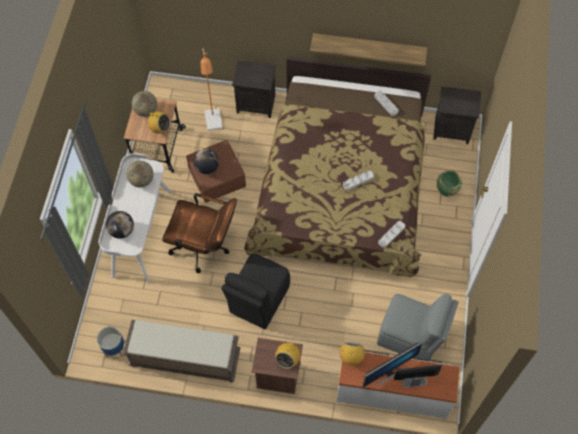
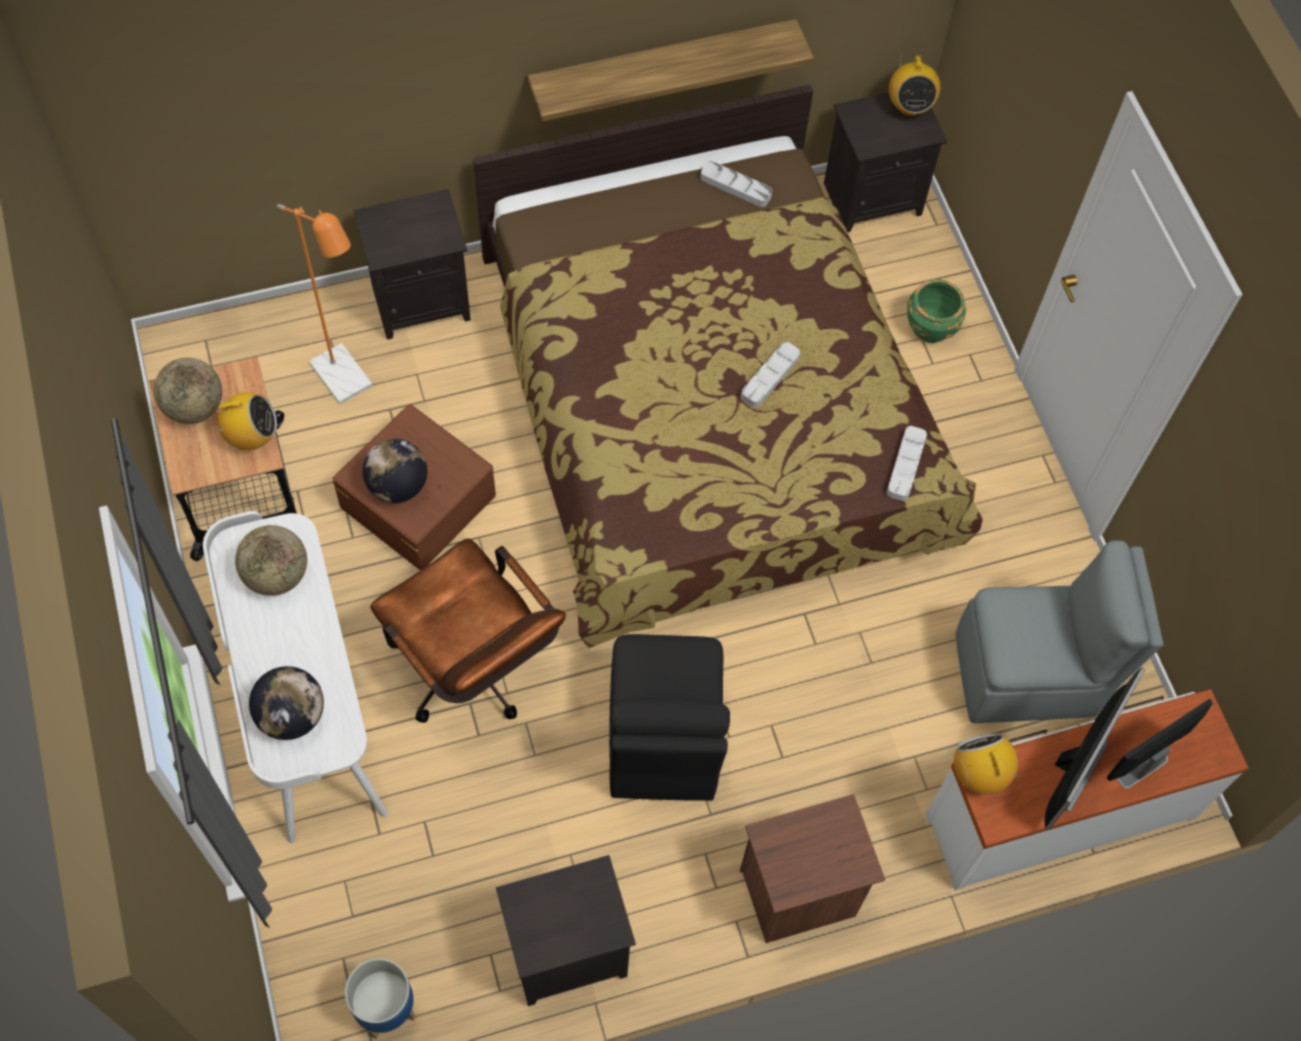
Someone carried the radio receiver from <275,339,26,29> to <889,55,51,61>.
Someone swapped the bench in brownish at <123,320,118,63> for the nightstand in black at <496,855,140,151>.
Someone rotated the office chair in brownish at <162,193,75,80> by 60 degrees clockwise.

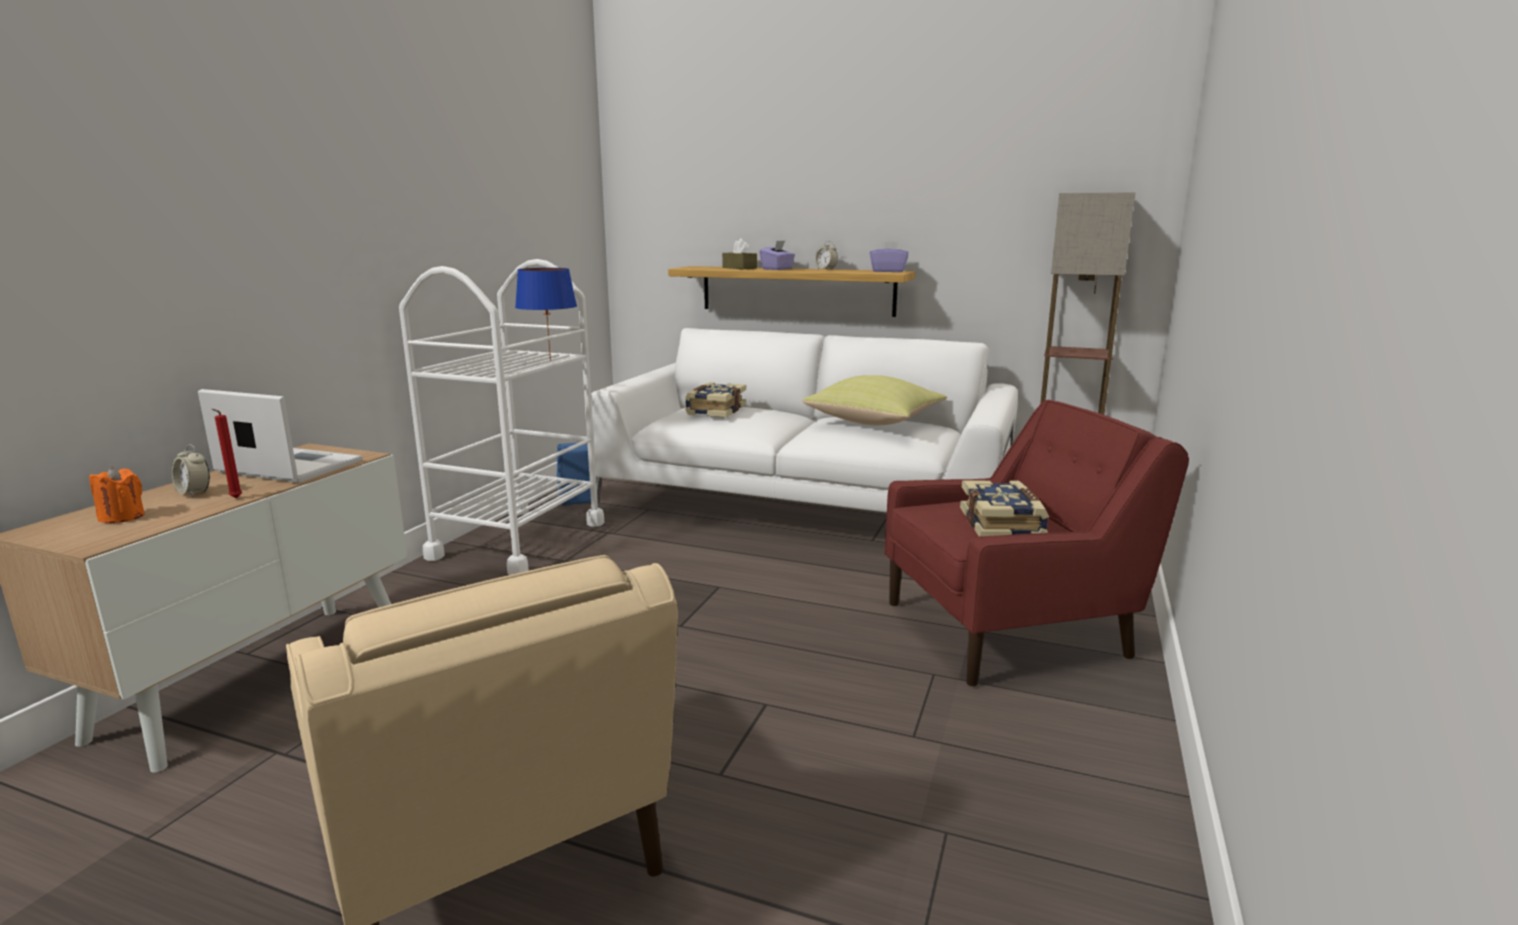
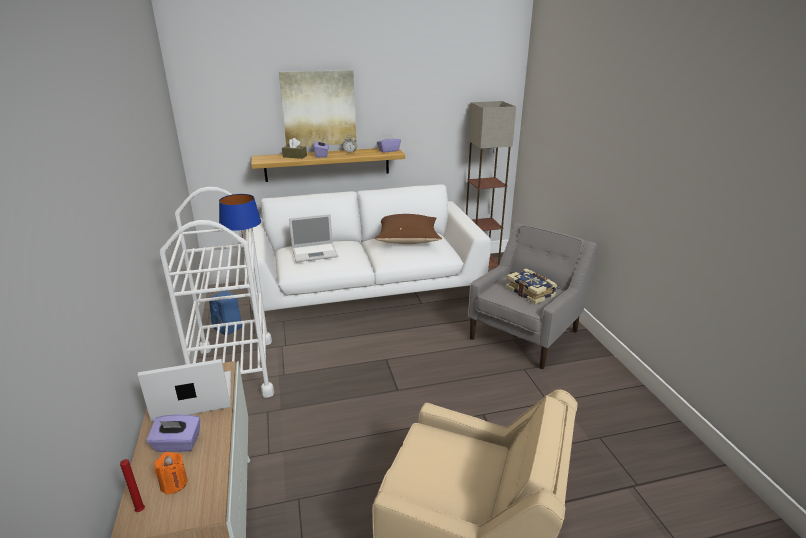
Someone put up the wall art at <279,70,77,77>.
Someone carried the wax light in red from <212,409,30,89> to <120,459,25,53>.
Someone swapped the bedside clock at <172,444,38,53> for the tissue holder in purple at <146,414,54,38>.
Someone swapped the bound book at <685,382,61,36> for the portable computer at <289,214,49,48>.
Someone repainted the cushion in yellow at <803,375,144,50>, which became the cushion in brownish at <375,214,67,30>.
Someone repainted the armchair in red at <884,400,305,286>, which became the armchair in grey at <468,223,130,146>.

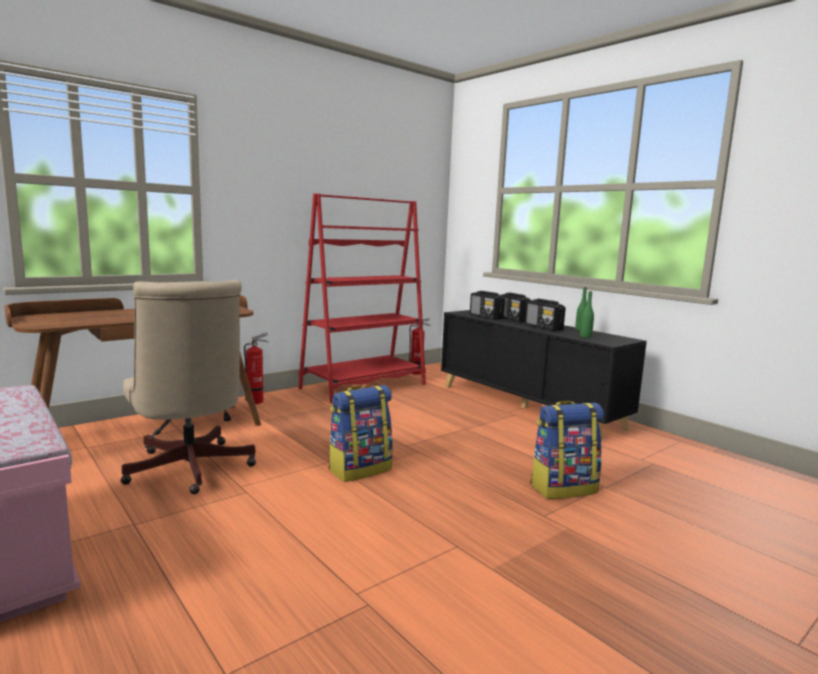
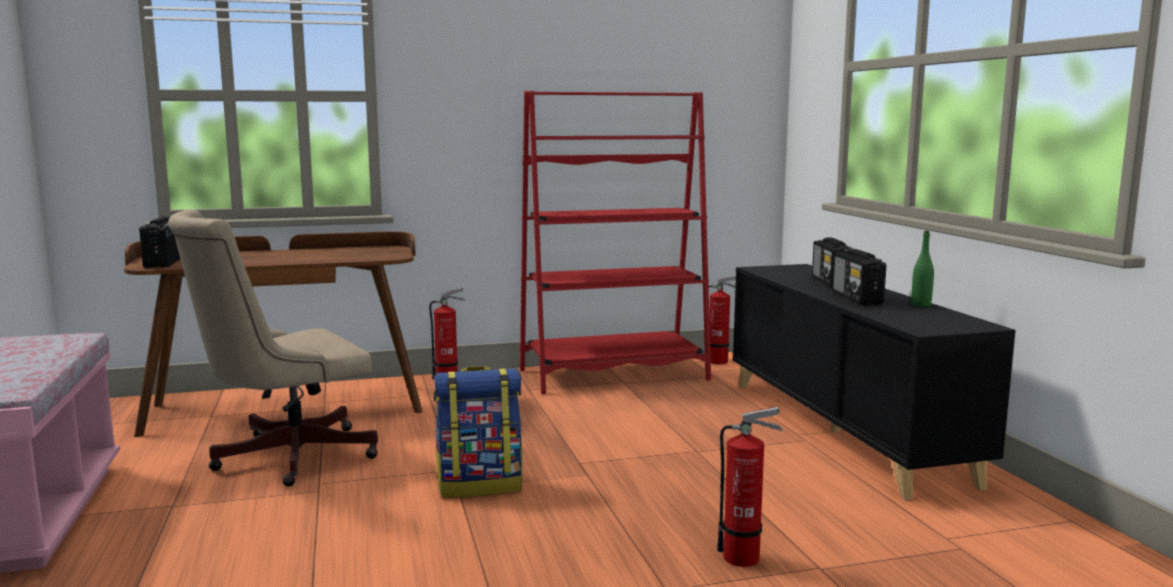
Someone took away the beverage bottle in greenish at <580,291,14,47>.
Someone carried the radio receiver from <470,291,35,29> to <139,216,41,52>.
Someone swapped the rucksack at <530,401,74,98> for the extinguisher at <717,407,66,160>.
Someone rotated the office chair in beige-coloured at <120,280,136,214> by 60 degrees clockwise.

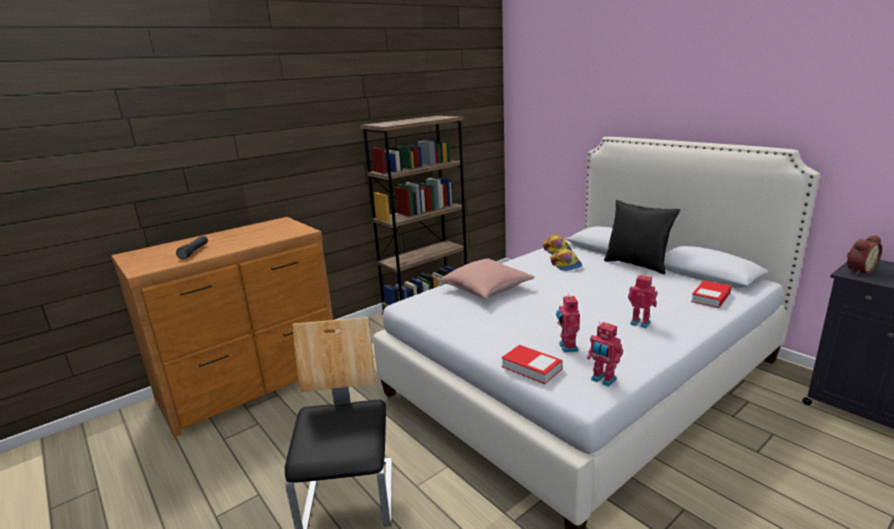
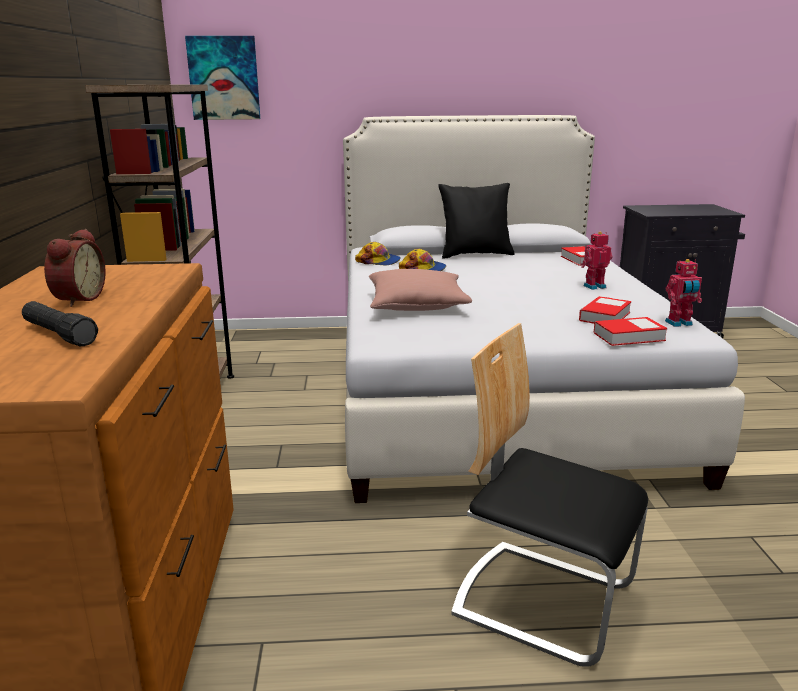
Someone put up the wall art at <185,36,75,84>.
Someone carried the bedside clock from <847,235,35,40> to <44,229,62,78>.
Someone swapped the toy robot at <556,294,24,58> for the bound book at <579,296,53,28>.

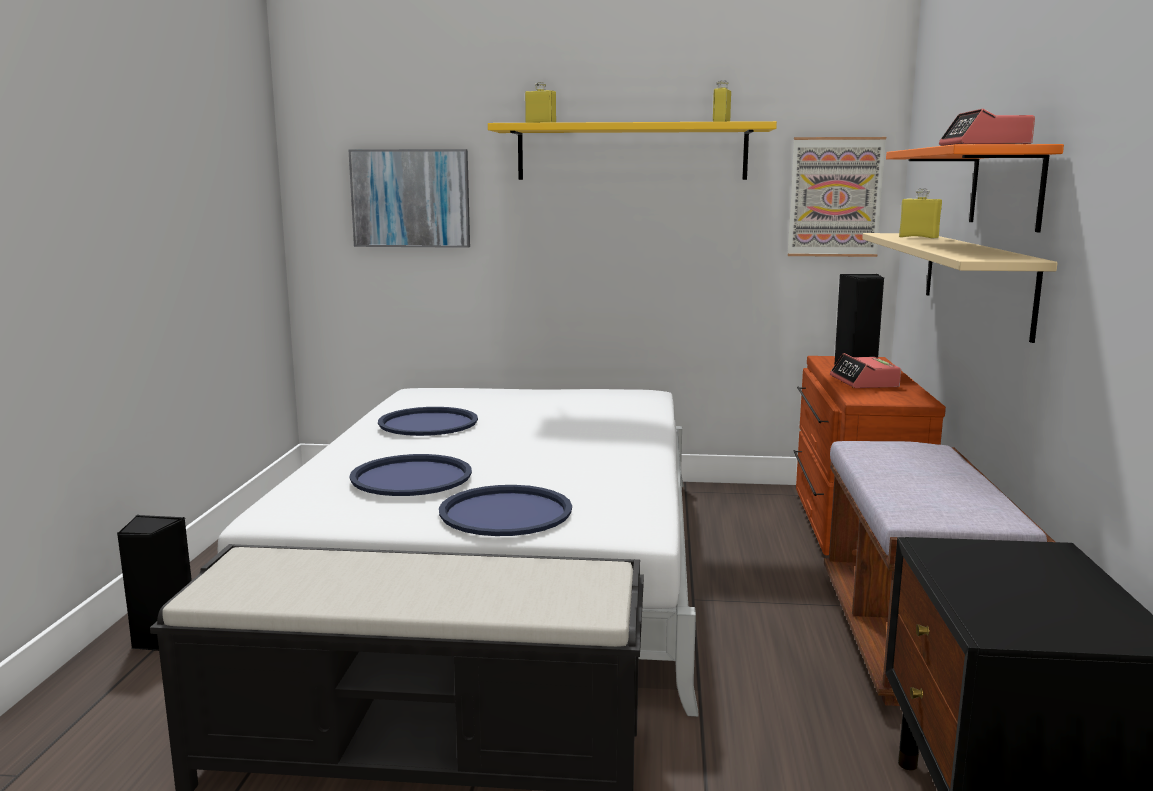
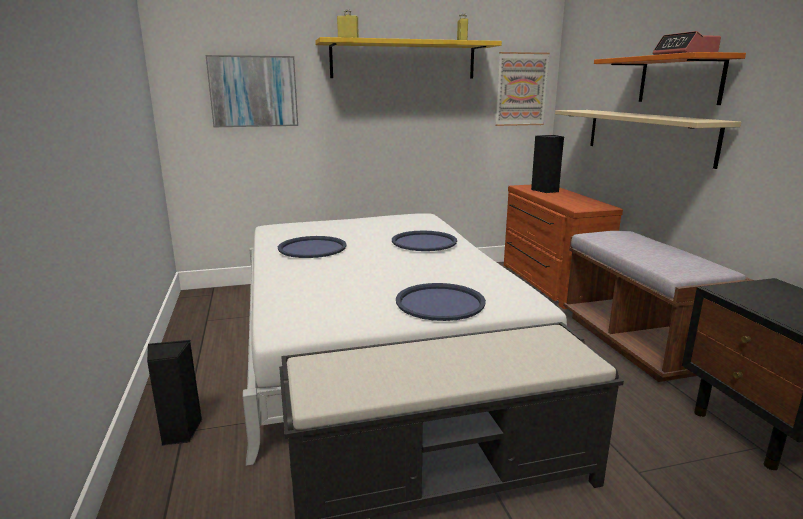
Someone took away the bedside clock at <830,353,71,35>.
Someone took away the beverage bottle in yellow at <899,188,43,51>.
Someone carried the serving tray in blue-coloured from <349,454,123,42> to <392,231,65,20>.

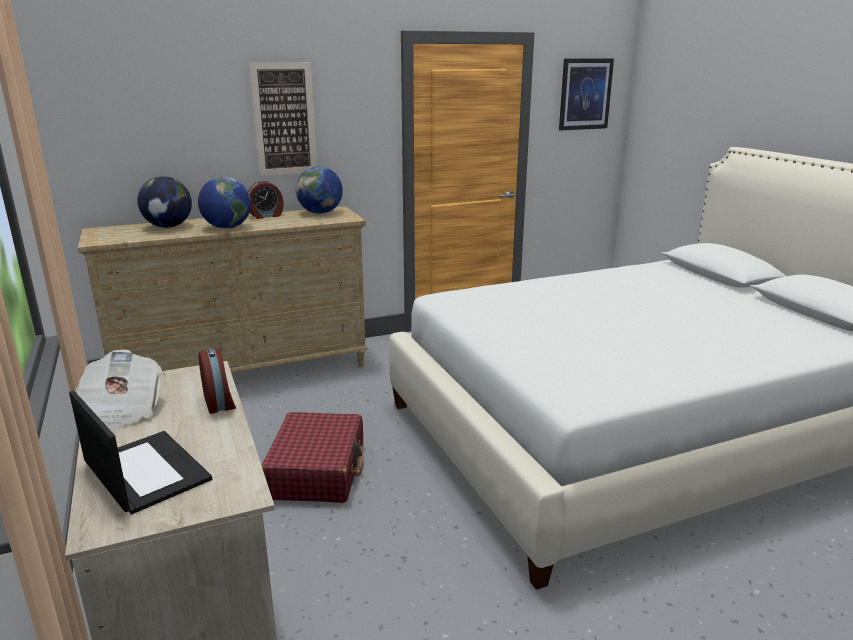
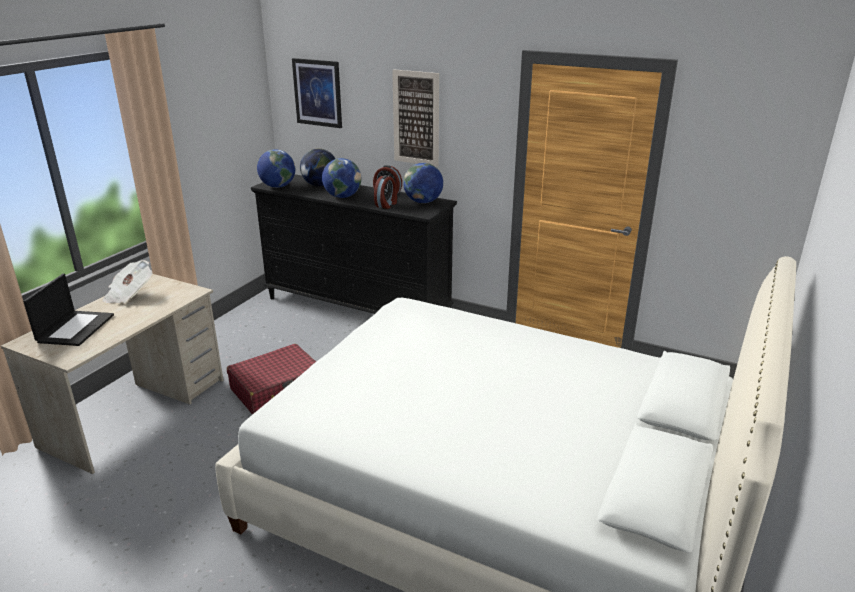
Someone put down the desk globe at <257,149,38,39>.
Someone carried the bedside clock from <198,348,38,66> to <374,175,23,34>.
Someone carried the wall art from <559,59,55,72> to <292,58,50,70>.
Someone repainted the drawer chest in beige-coloured at <78,206,290,166>, which became the drawer chest in black at <251,174,206,140>.

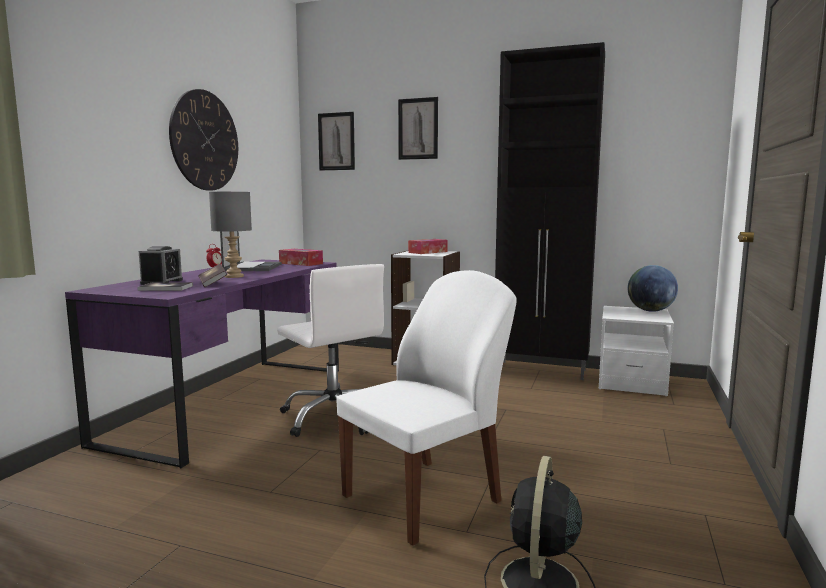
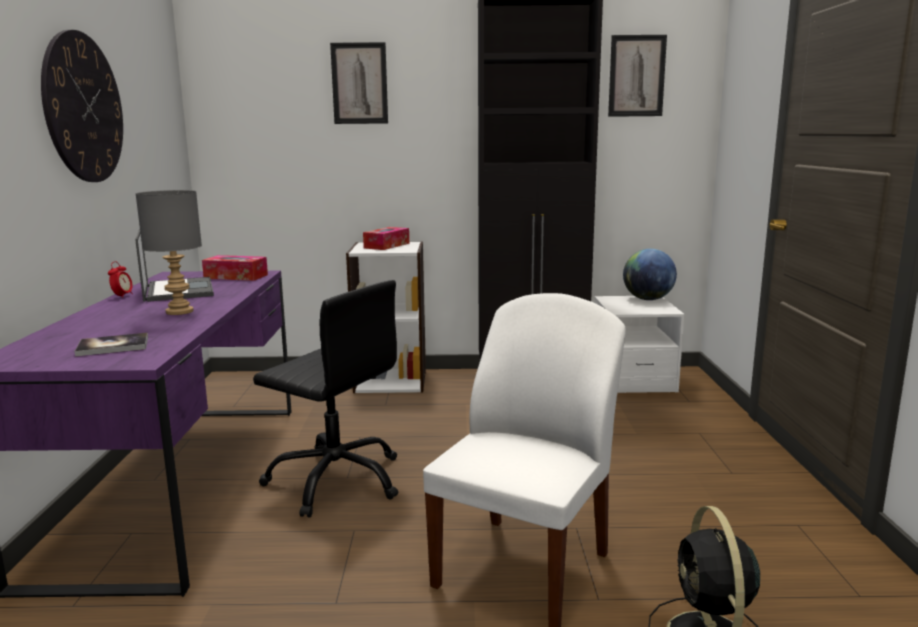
Someone took away the bedside clock at <139,246,44,39>.
Someone took away the bound book at <198,264,29,23>.
Someone carried the wall art from <318,112,37,58> to <608,35,59,82>.
Someone repainted the office chair in white at <277,264,107,173>, which became the office chair in black at <253,280,145,238>.

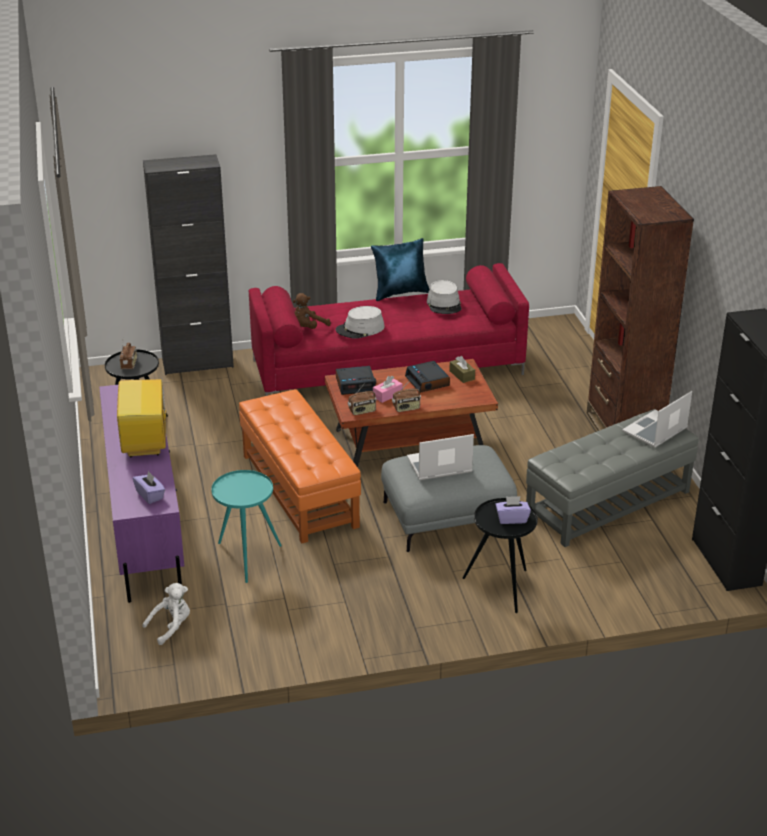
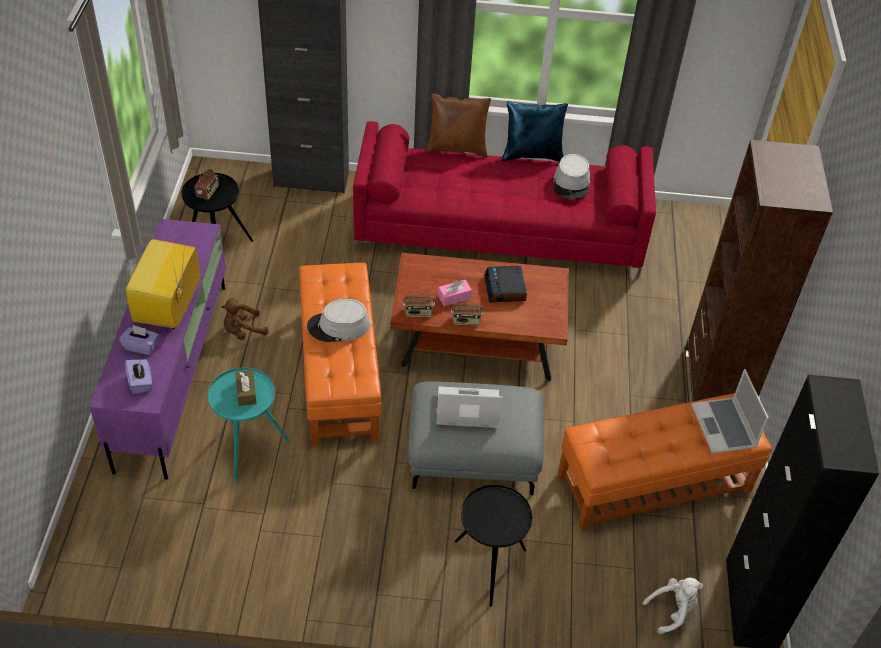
Someone took away the bedside clock at <336,366,40,29>.
Someone put down the cushion in brownish at <425,93,66,65>.
Someone carried the plush toy in white from <142,583,48,62> to <643,578,60,56>.
Someone carried the plush toy in brownish from <293,293,38,36> to <221,298,47,42>.
Someone carried the wearable hat in grey from <336,306,49,33> to <307,299,63,43>.
Someone carried the tissue holder in brownish from <449,356,26,27> to <235,370,22,36>.
Someone carried the tissue holder in purple from <495,496,36,28> to <119,325,40,30>.
Someone repainted the pouffe in grey at <526,409,173,138>, which became the pouffe in orange-coloured at <558,393,214,138>.
Someone rotated the portable computer at <622,391,70,57> by 75 degrees counterclockwise.

